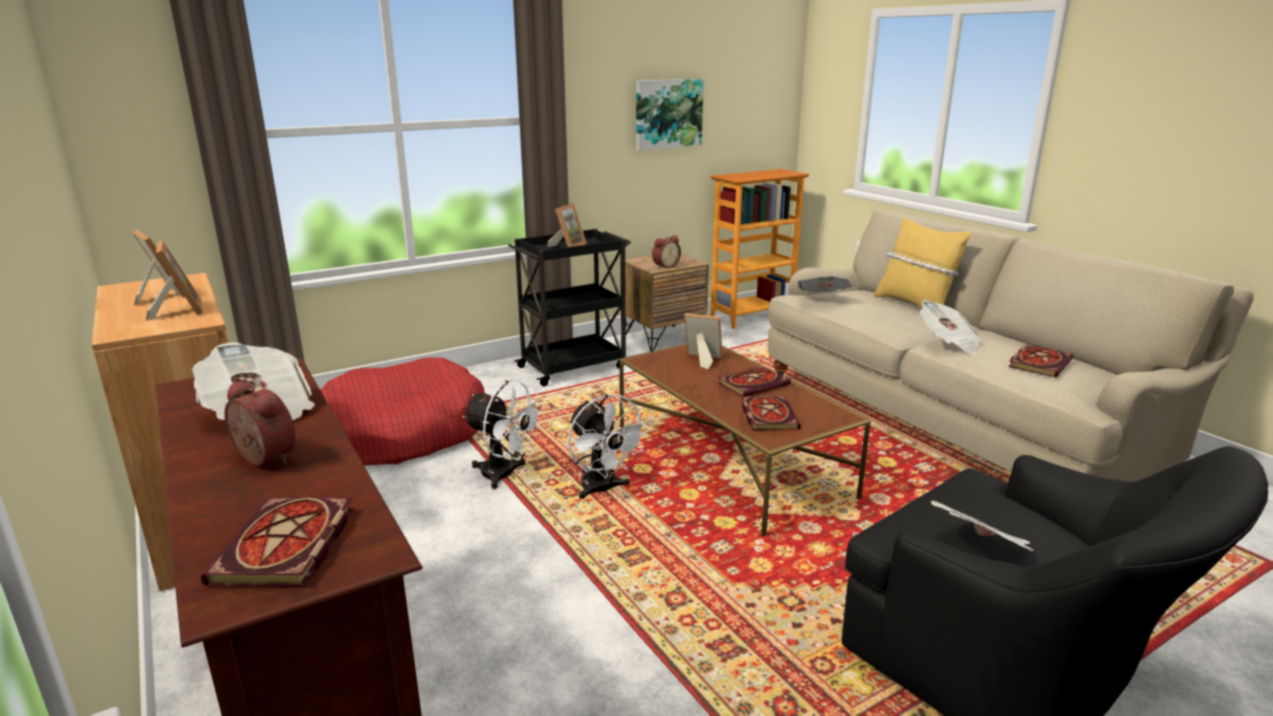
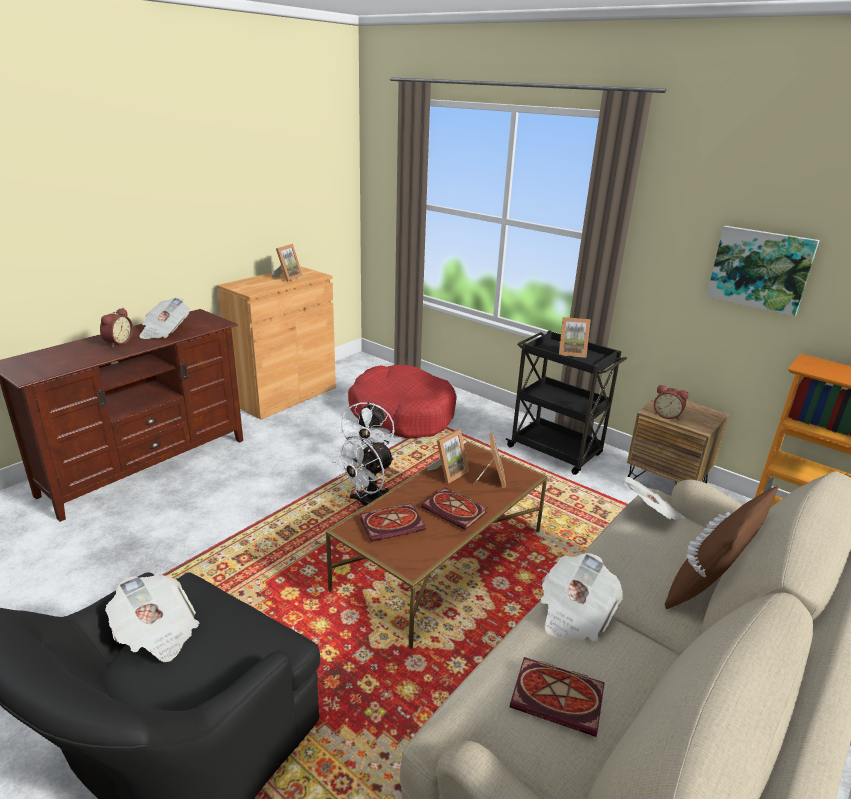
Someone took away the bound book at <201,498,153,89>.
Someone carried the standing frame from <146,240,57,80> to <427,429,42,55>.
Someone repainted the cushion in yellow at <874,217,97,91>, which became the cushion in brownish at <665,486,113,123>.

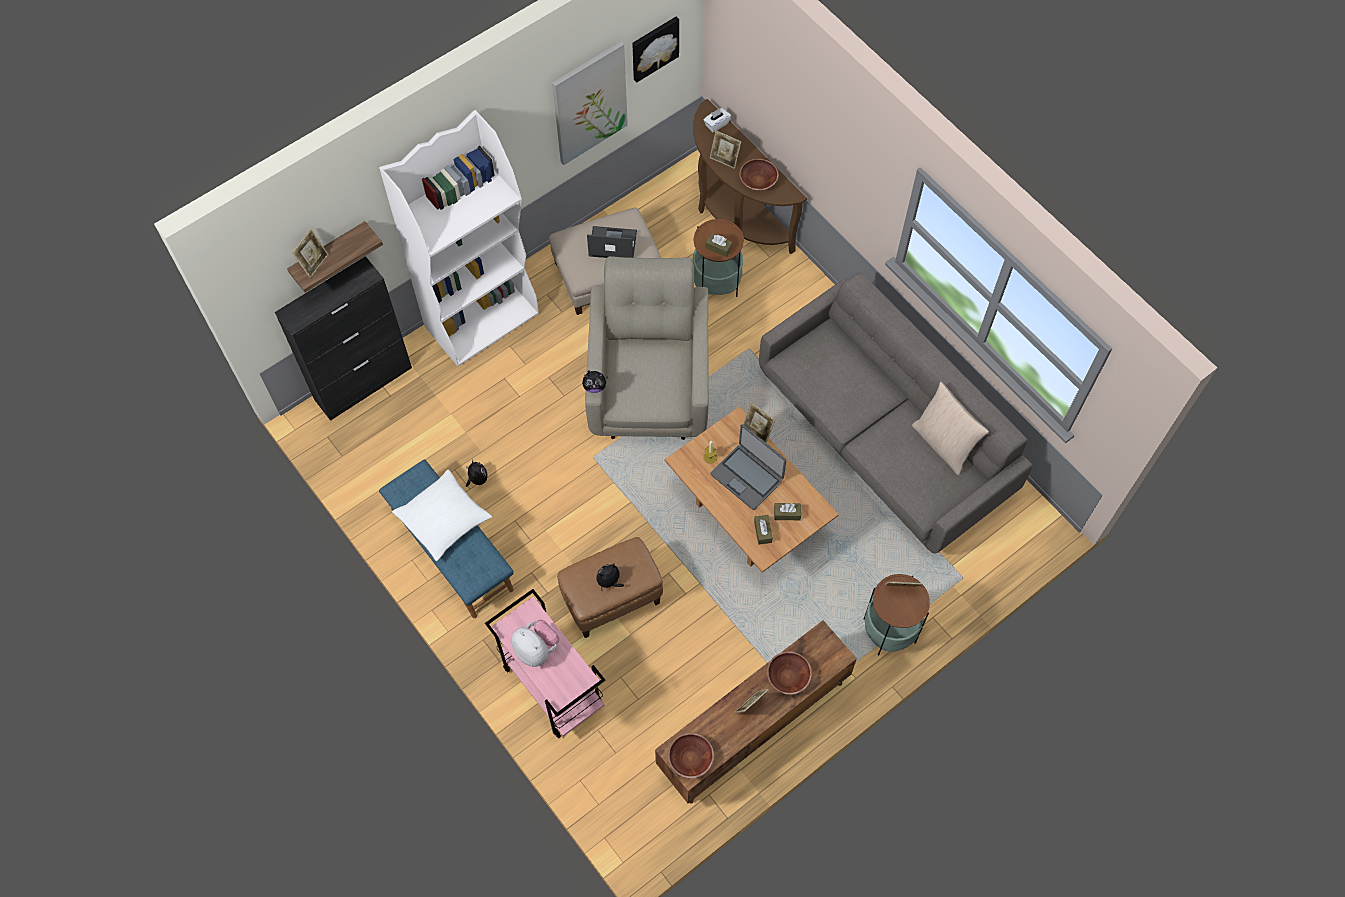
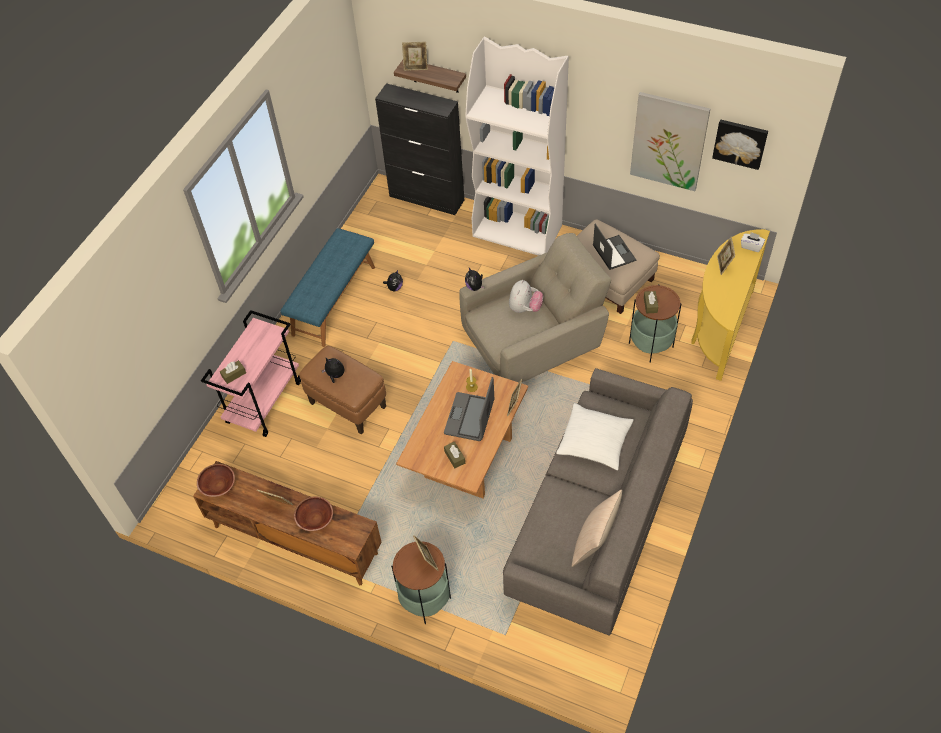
Someone took away the serving bowl in brownish at <739,159,40,31>.
Someone carried the cushion in white from <392,469,100,92> to <556,403,78,67>.
Someone carried the plush toy from <512,620,47,47> to <509,280,34,33>.
Someone carried the tissue holder in brownish from <754,515,19,30> to <220,360,26,24>.
Someone repainted the hall table in brownish at <693,99,114,155>, which became the hall table in yellow at <691,229,79,152>.

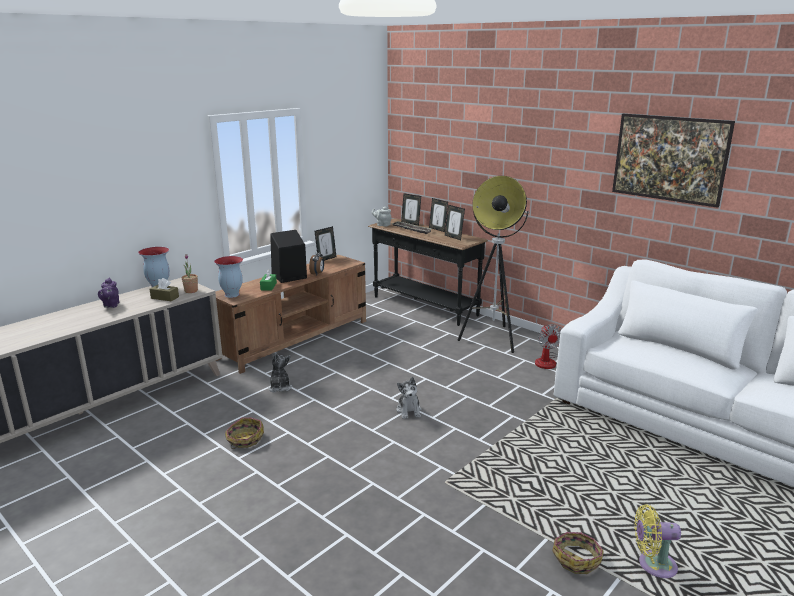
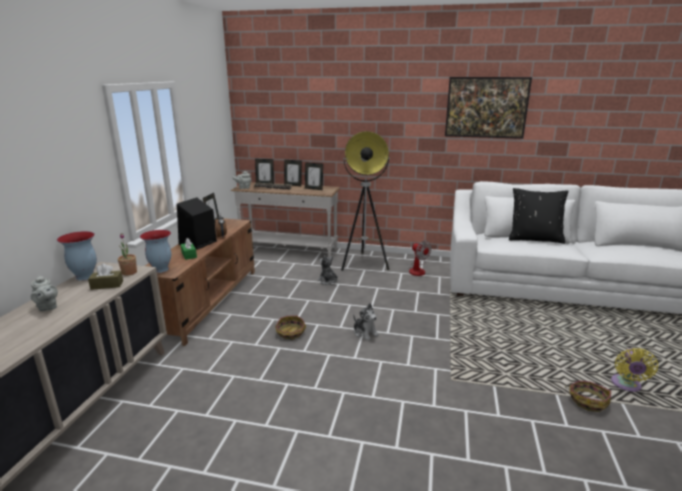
Someone put down the cushion in black at <509,188,59,56>.
Someone carried the storage basket from <225,418,39,31> to <275,315,31,25>.
Someone carried the plush toy from <268,352,24,40> to <317,255,21,30>.
Someone repainted the pot for tea in purple at <98,278,21,30>, which became the pot for tea in grey at <31,275,27,36>.
Someone repainted the hall table in black at <368,218,120,108>, which became the hall table in white at <231,182,109,76>.
Someone rotated the electric fan in yellow at <635,504,46,74> by 45 degrees counterclockwise.

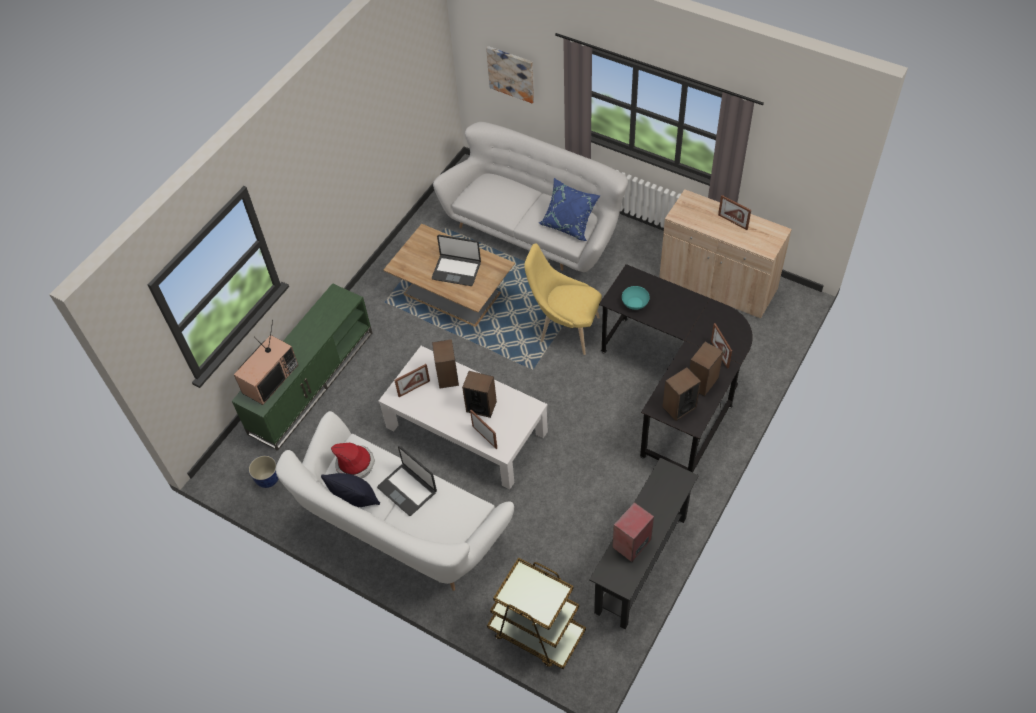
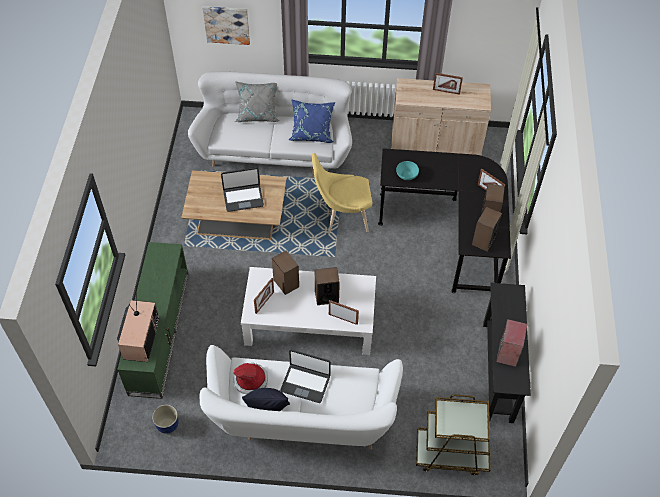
Someone put down the cushion in grey at <235,81,44,41>.

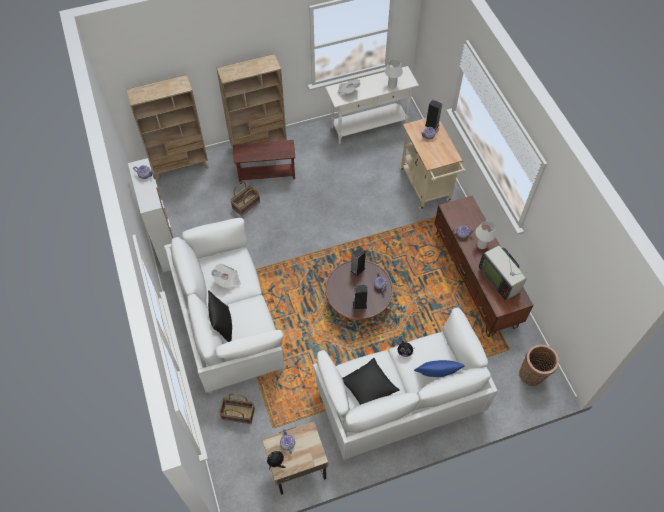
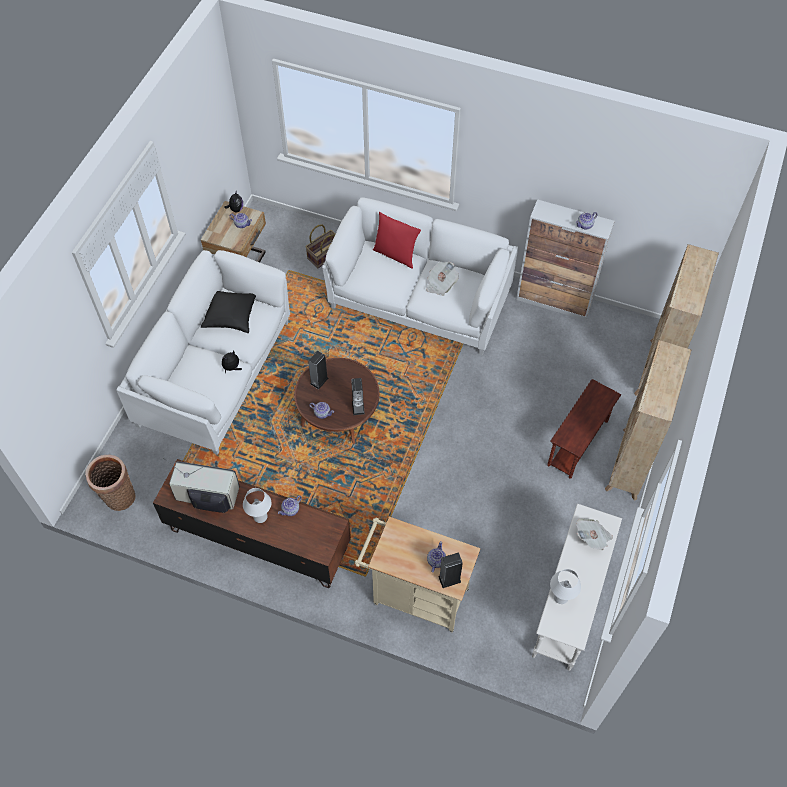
Someone took away the storage basket at <230,181,30,35>.
Someone took away the cushion in blue-coloured at <414,360,51,17>.
Someone repainted the cushion in black at <208,290,24,52>, which became the cushion in red at <373,212,48,57>.

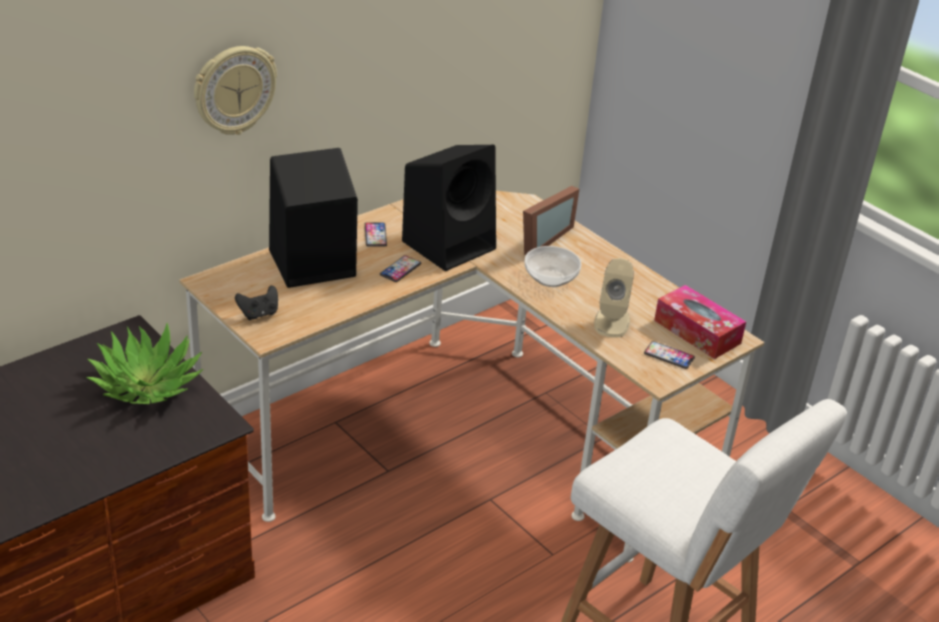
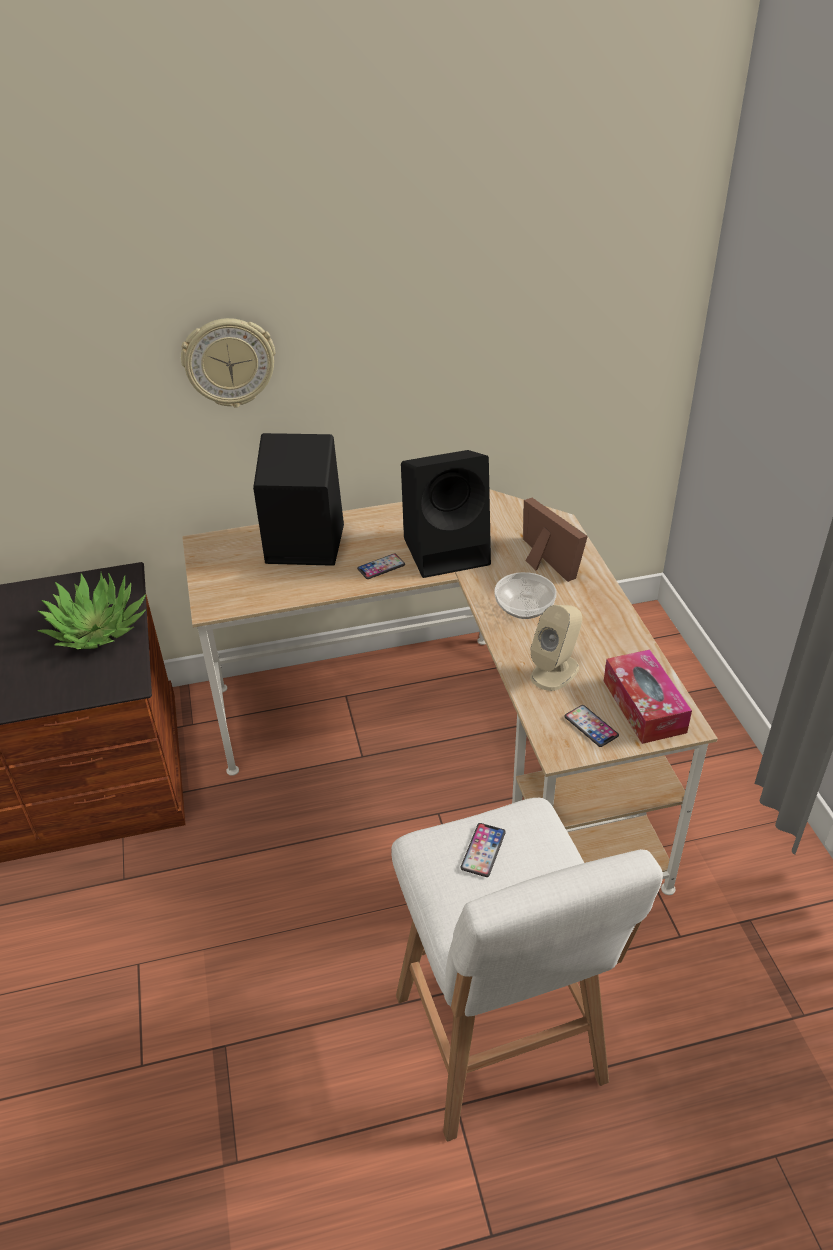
Someone took away the gamepad in black at <235,285,43,35>.
Someone carried the handset from <365,222,22,25> to <460,823,46,54>.
Someone rotated the standing frame at <523,186,56,69> by 90 degrees counterclockwise.

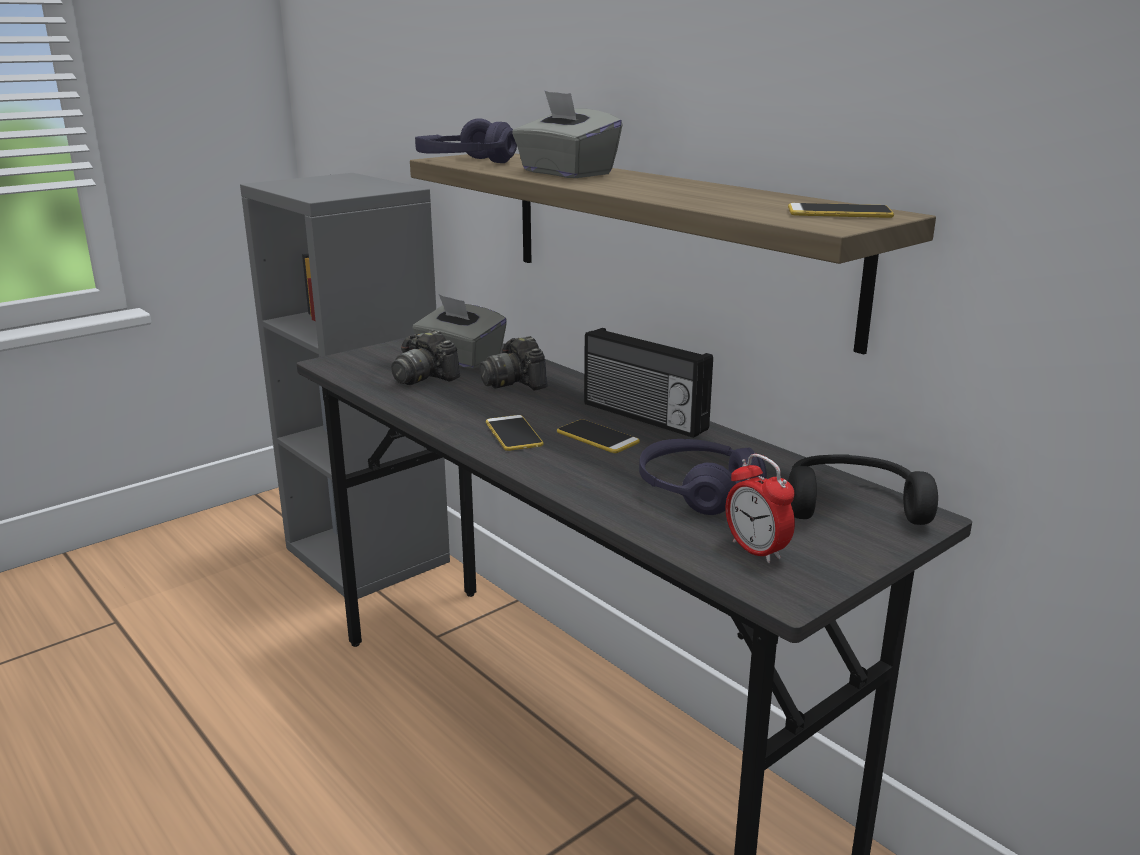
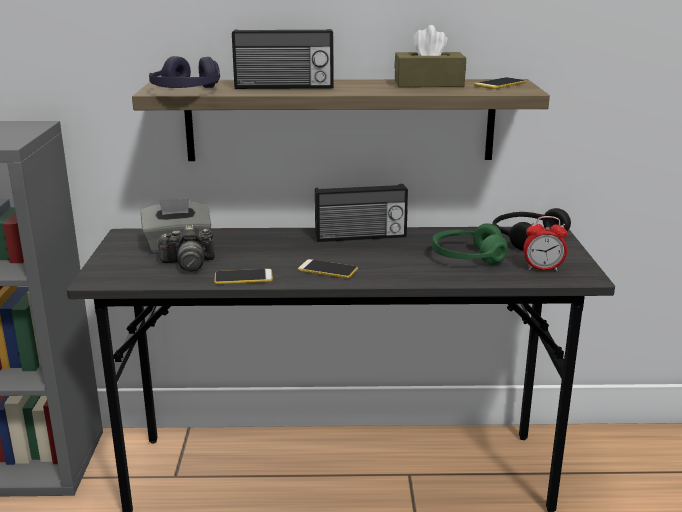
Someone took away the still camera at <479,336,68,55>.
Someone put down the tissue holder in brownish at <394,25,72,63>.
Someone carried the handset from <557,419,83,34> to <214,269,59,15>.
Someone swapped the tissue holder in grey at <512,90,110,88> for the radio receiver at <232,29,102,60>.
Someone repainted the headset in purple at <639,439,128,76>, which became the headset in greenish at <432,223,76,42>.

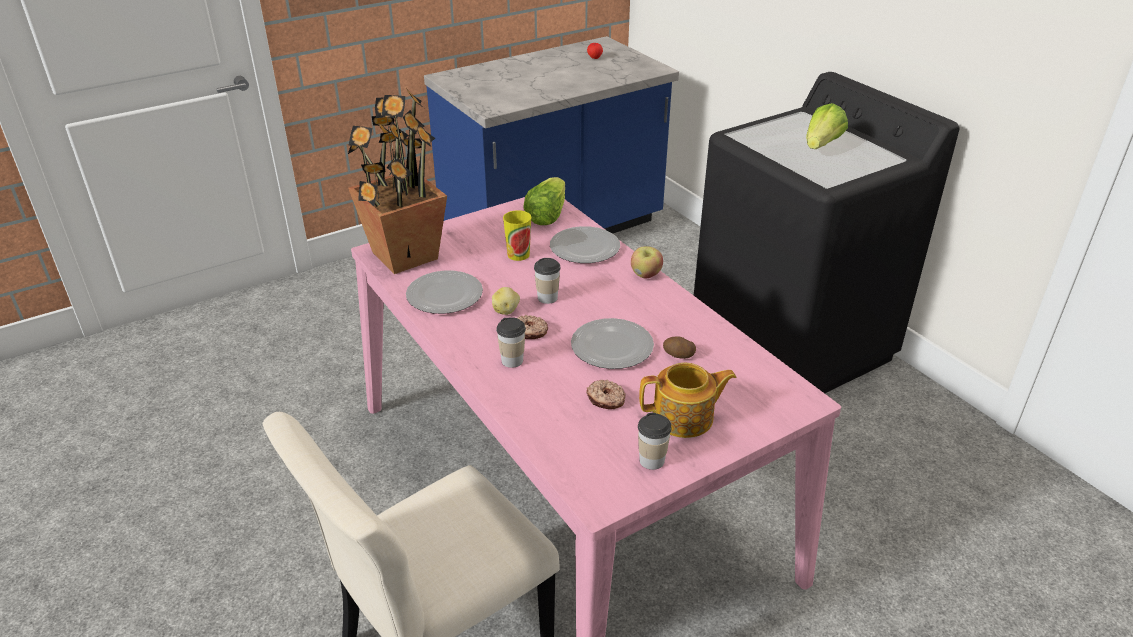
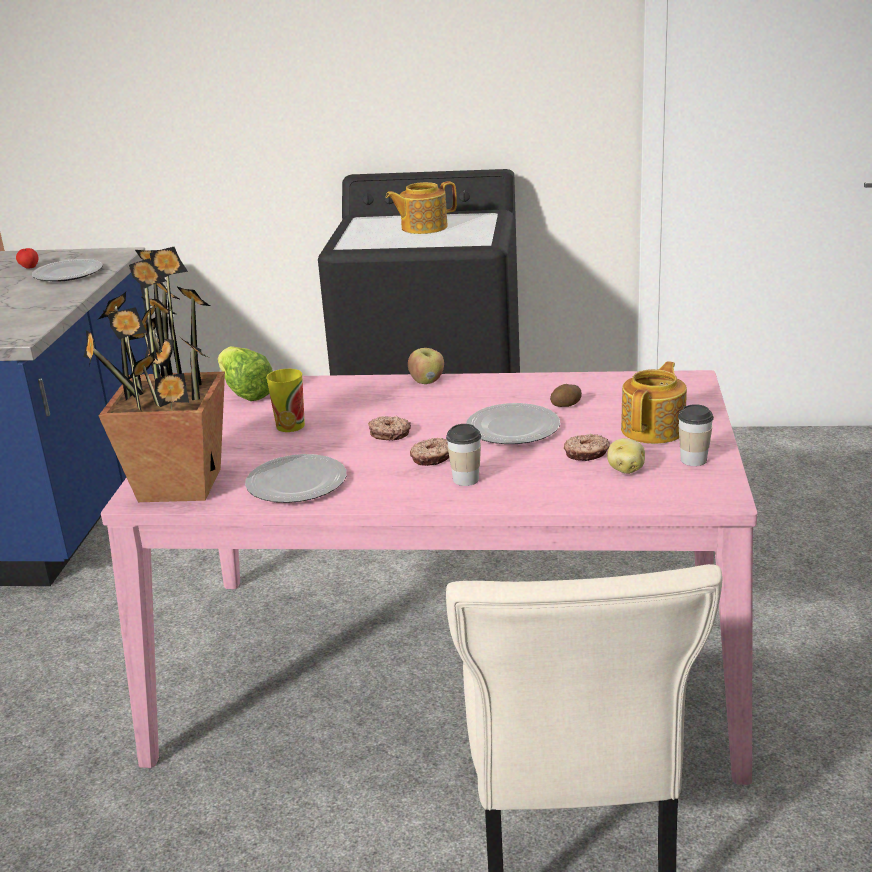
Someone carried the whole potato from <492,287,28,28> to <607,438,38,36>.
Someone carried the plate from <550,226,70,37> to <32,259,71,23>.
Someone swapped the cup at <534,258,27,46> for the donut at <368,416,43,24>.
Someone swapped the lettuce at <806,103,42,46> for the pot for tea at <385,181,72,53>.

